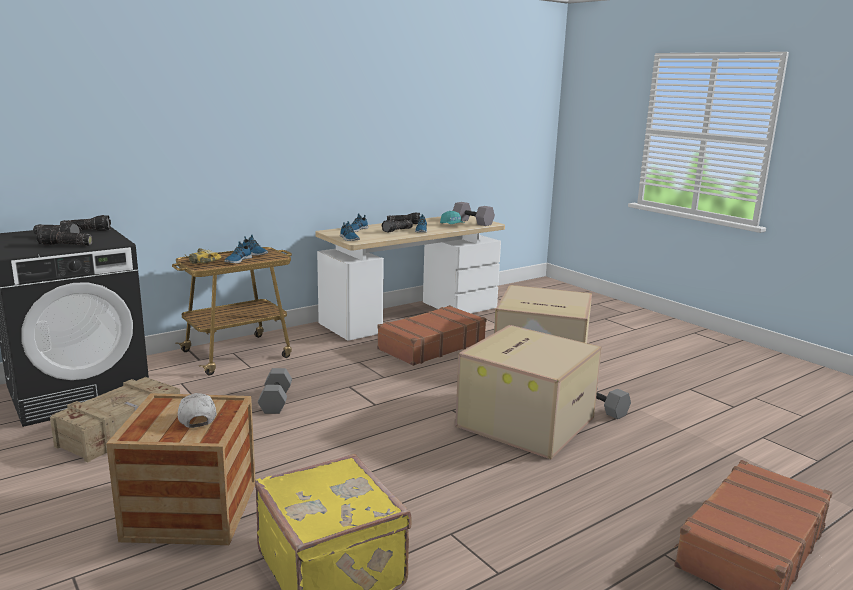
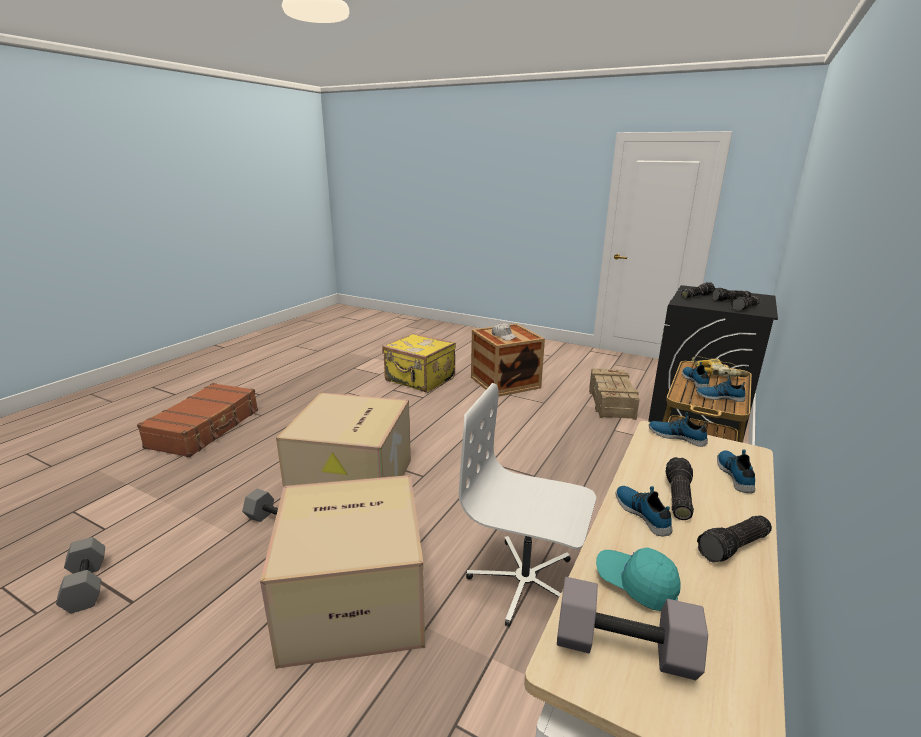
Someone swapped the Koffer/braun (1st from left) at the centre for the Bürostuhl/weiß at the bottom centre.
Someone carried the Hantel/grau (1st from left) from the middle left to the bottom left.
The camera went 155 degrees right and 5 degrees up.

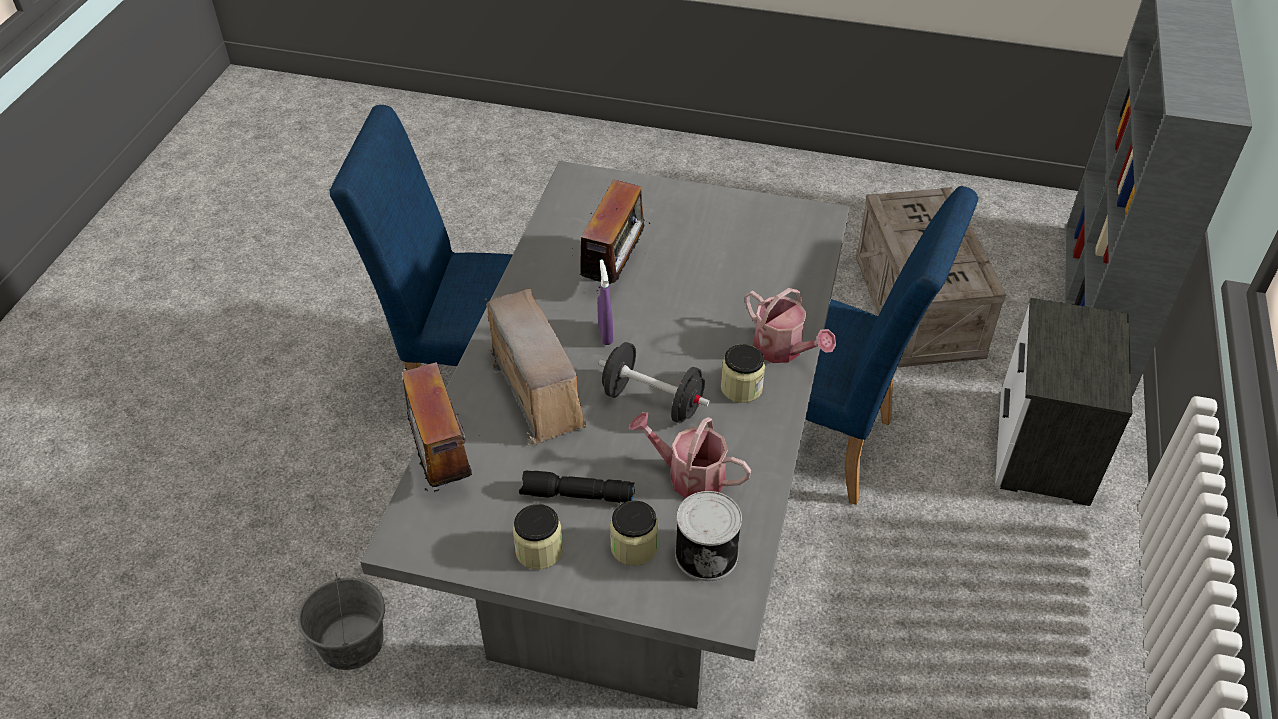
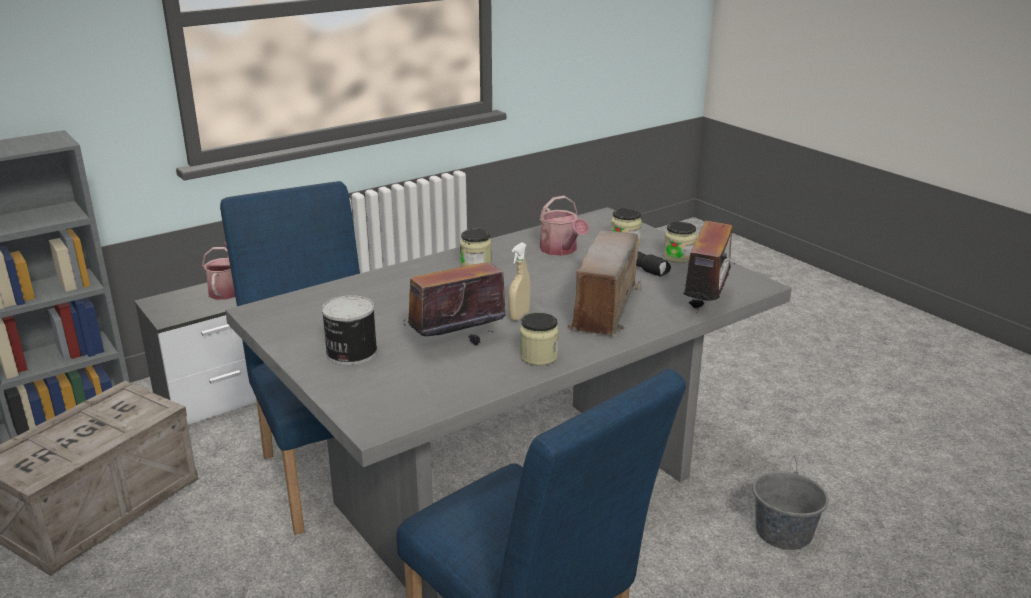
Someone repainted the Sprühflasche/lila at the centre, which became the Sprühflasche/beige at the centre.
Someone carried the Gießkanne (2nd from left in the first image) from the centre to the middle left.
Someone took away the Hantel/schwarz at the centre.
Someone carried the Dose from the bottom centre to the centre.
Someone put down the Vorratsglas (2nd from left) at the centre.
The camera went 140 degrees left and 20 degrees down.

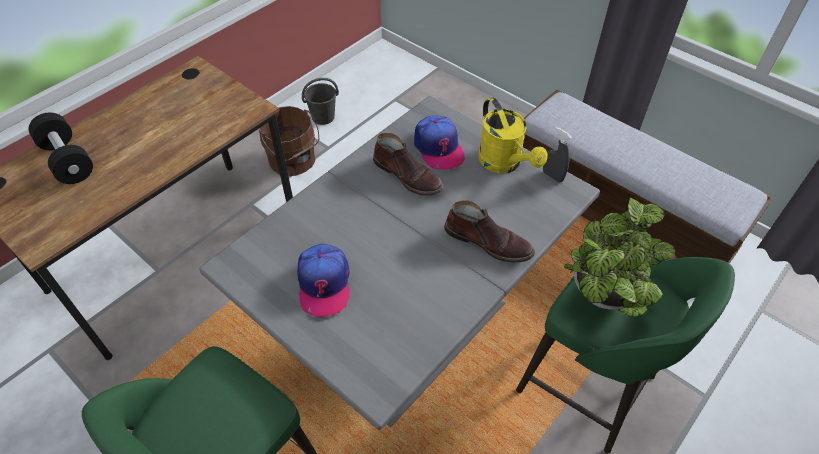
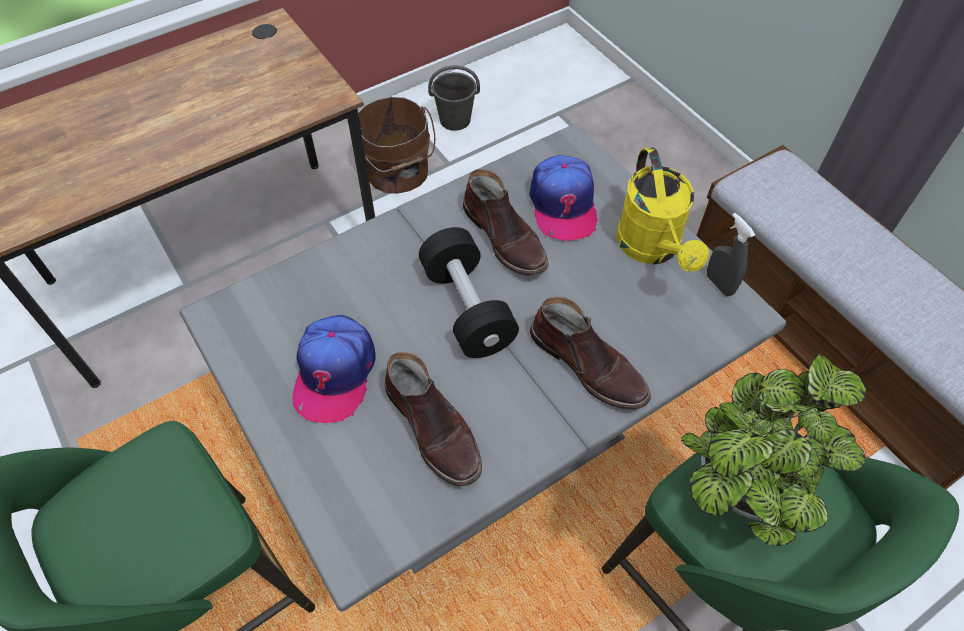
Someone carried the Hantel/schwarz from the top left to the centre.
Someone put down the Stiefel/braun (1st from left) at the centre.
The camera went 15 degrees right and 5 degrees up.

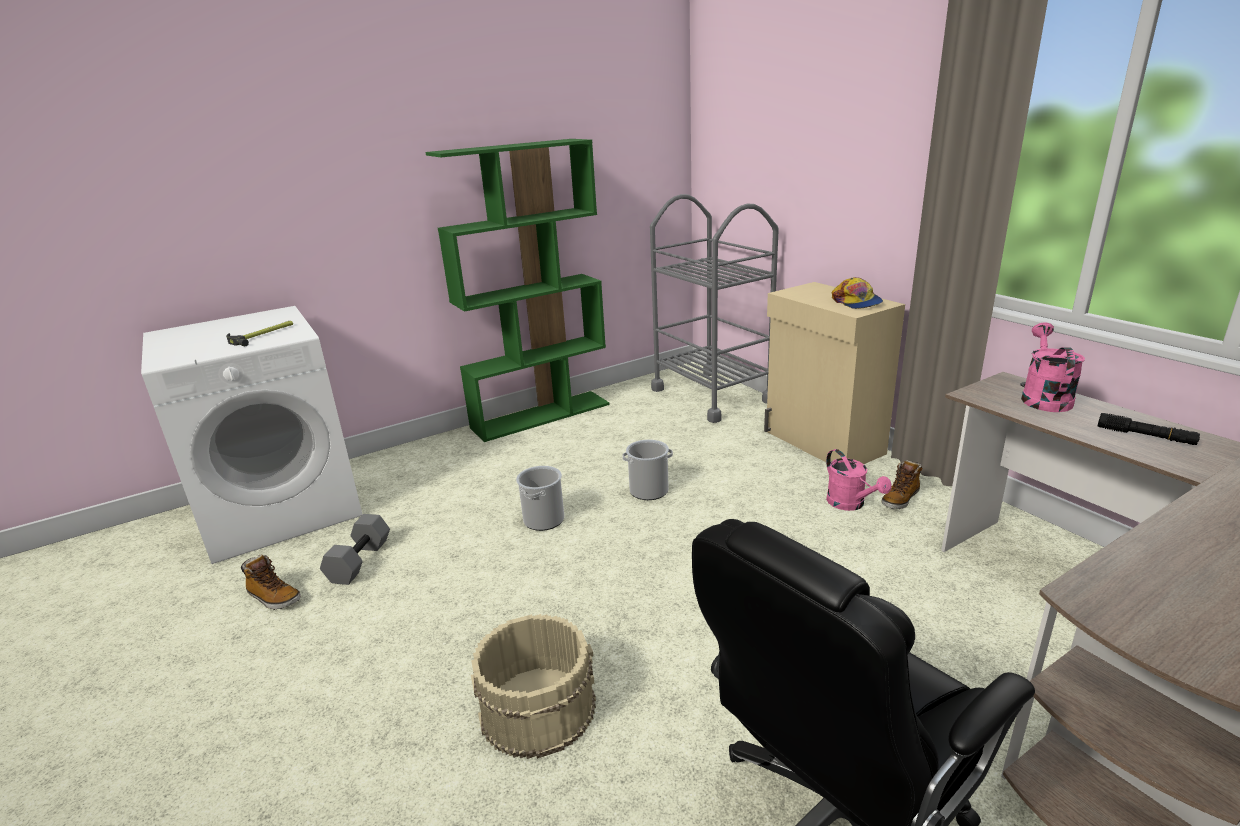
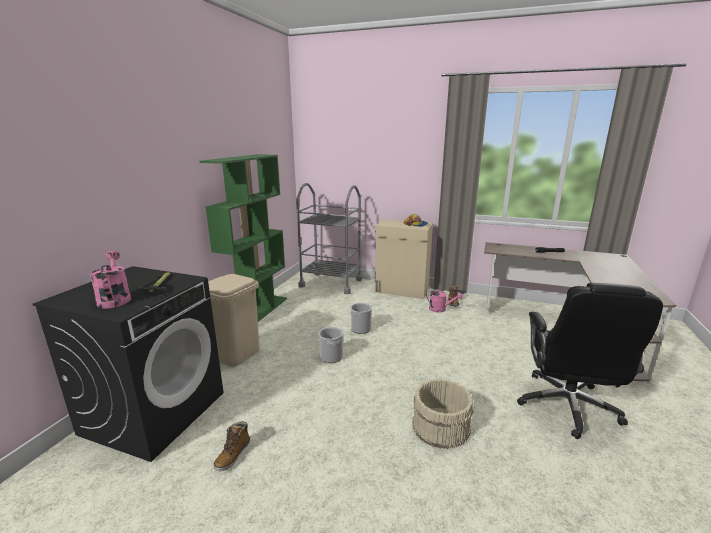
Someone repainted the Waschmaschine/weiß at the middle left, which became the Waschmaschine/schwarz at the bottom left.
Someone carried the Gießkanne/rosa (2nd from left in the first image) from the middle right to the middle left.
Someone took away the Hantel/grau at the middle left.
Someone rotated the Stiefel (1st from left) at the bottom left by 120 degrees clockwise.
Someone put down the Mülleimer/beige at the middle left.
The camera went 40 degrees left and 5 degrees down.

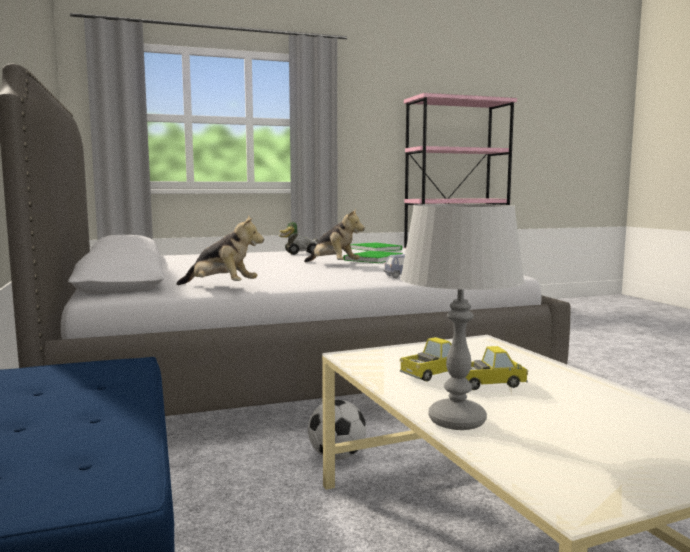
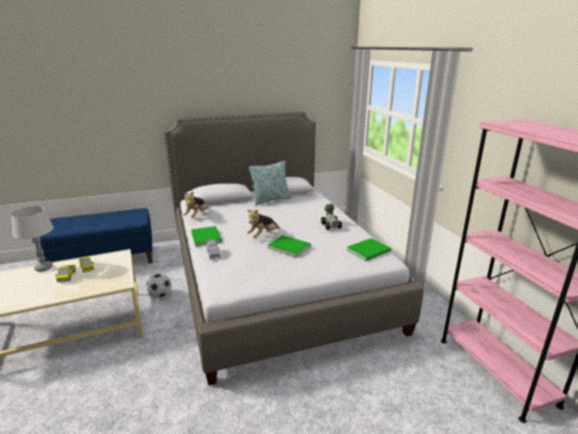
Someone put down the Kissen at the centre.
Someone put down the Buch/grün (1st from left) at the centre.
The camera went 90 degrees right and 15 degrees up.

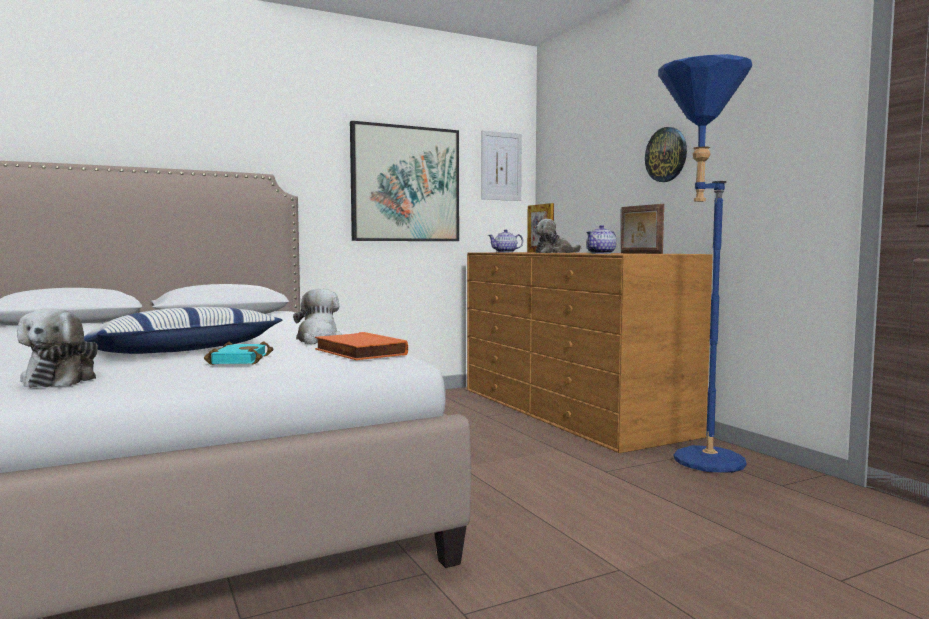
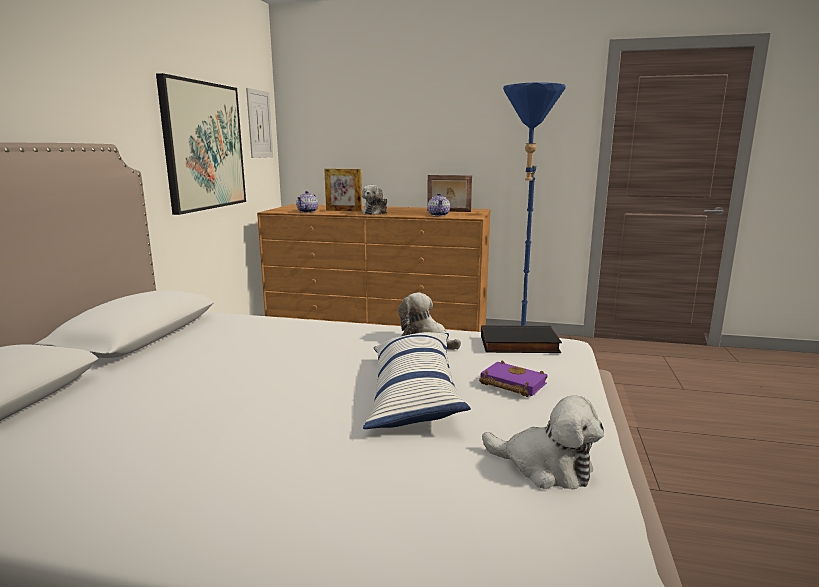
Someone took away the Wanduhr at the top right.
Someone repainted the Buch/orange at the centre, which became the Buch/schwarz at the centre.
Someone repainted the Buch/türkis at the middle left, which became the Buch/lila at the centre.
The camera went 50 degrees left and 10 degrees up.

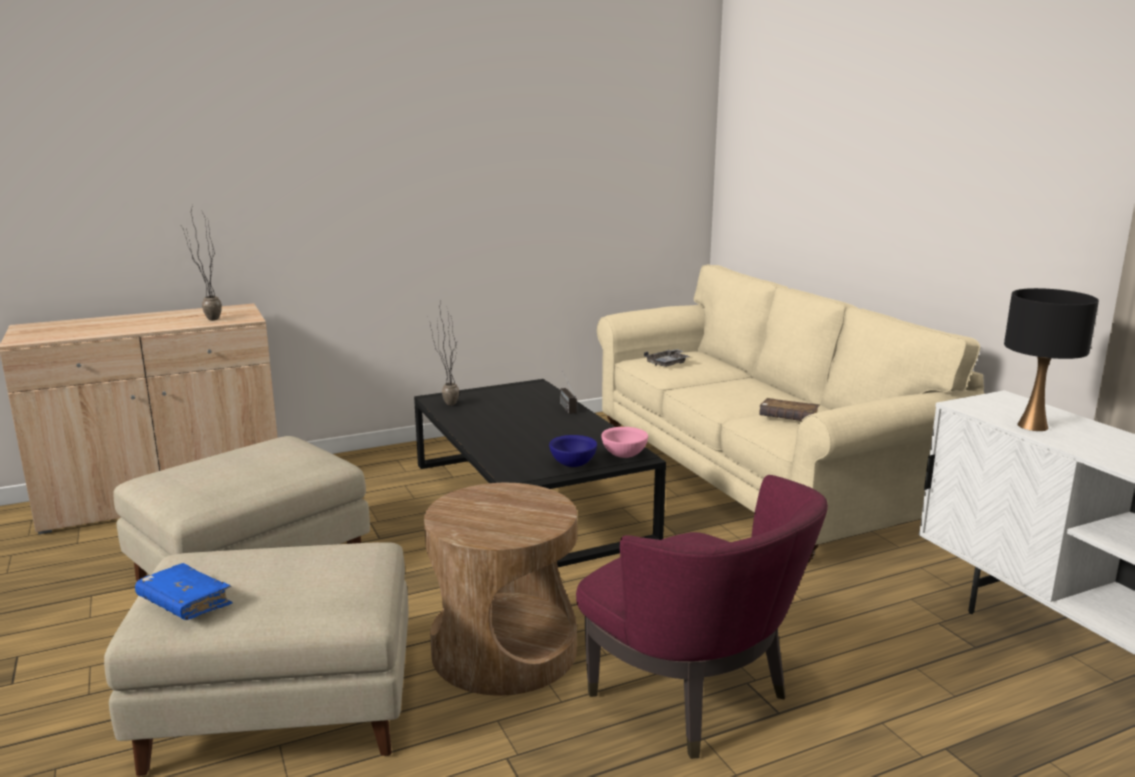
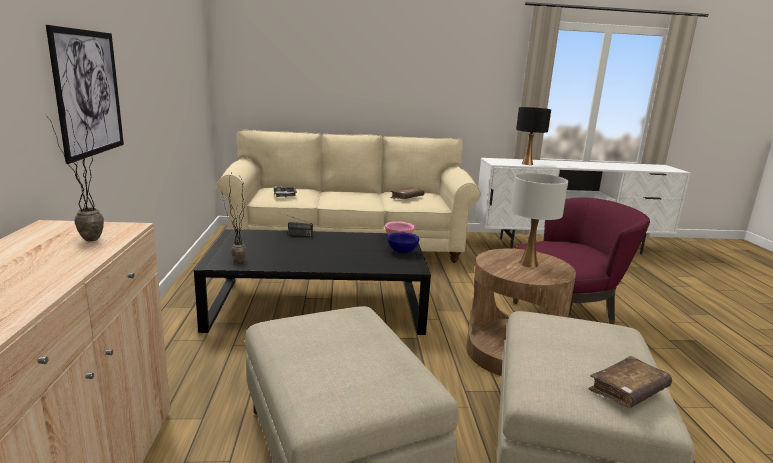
Someone repainted the Buch/blau at the bottom left, which became the Buch/braun (2nd from left) at the bottom right.
Someone put up the Bild at the top left.
Someone put down the Tischlampe/weiß at the middle right.
The camera went 70 degrees left and 0 degrees up.

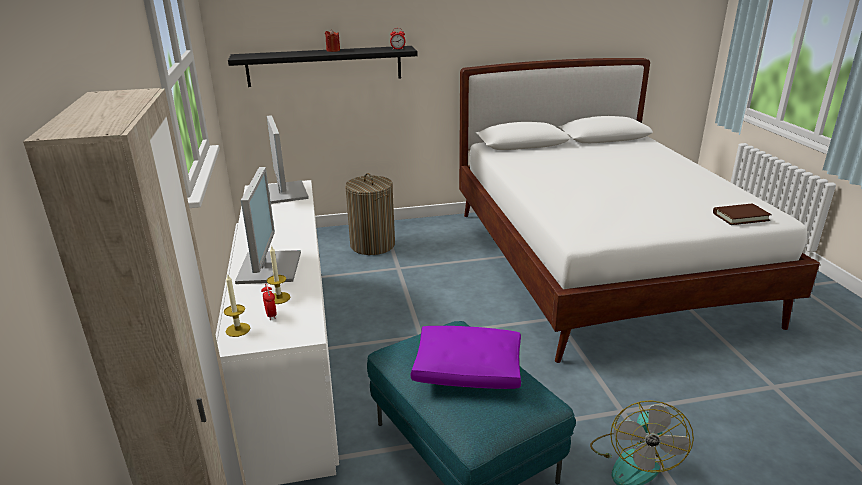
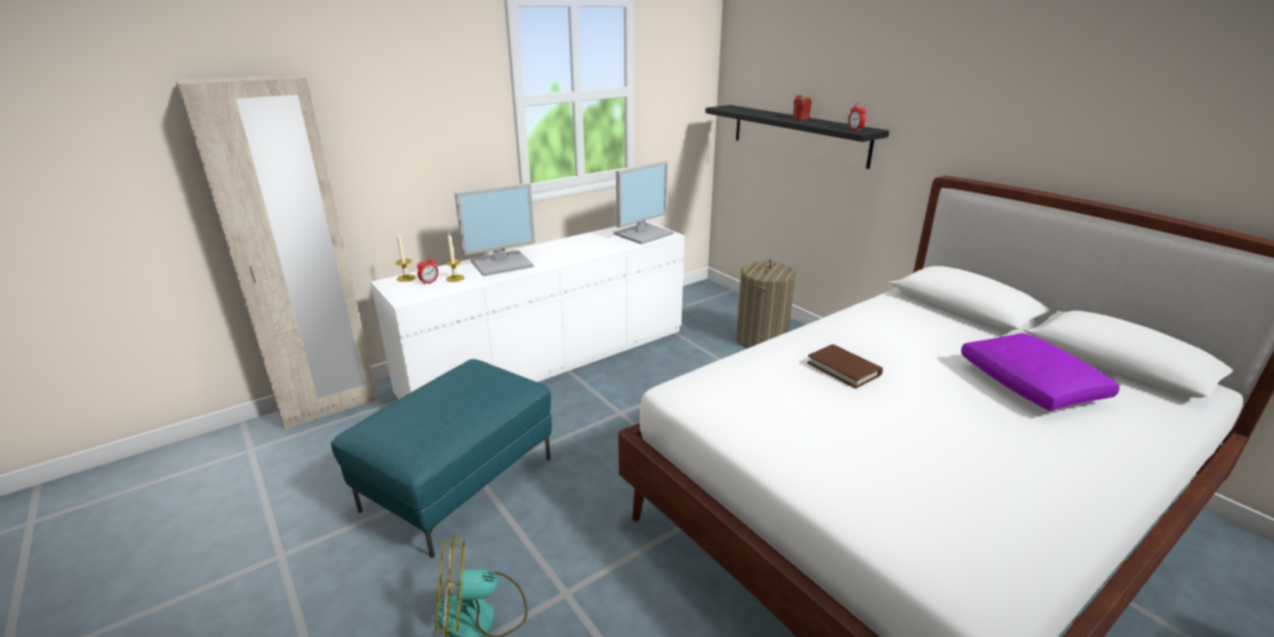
Someone carried the Buch/braun from the middle right to the centre.
Someone carried the Kissen/lila from the bottom centre to the middle right.
The camera went 65 degrees right and 0 degrees up.

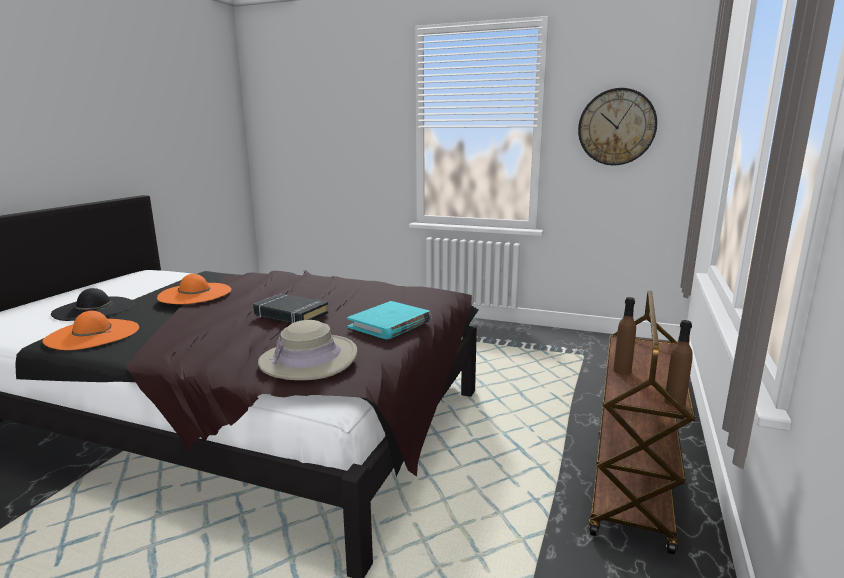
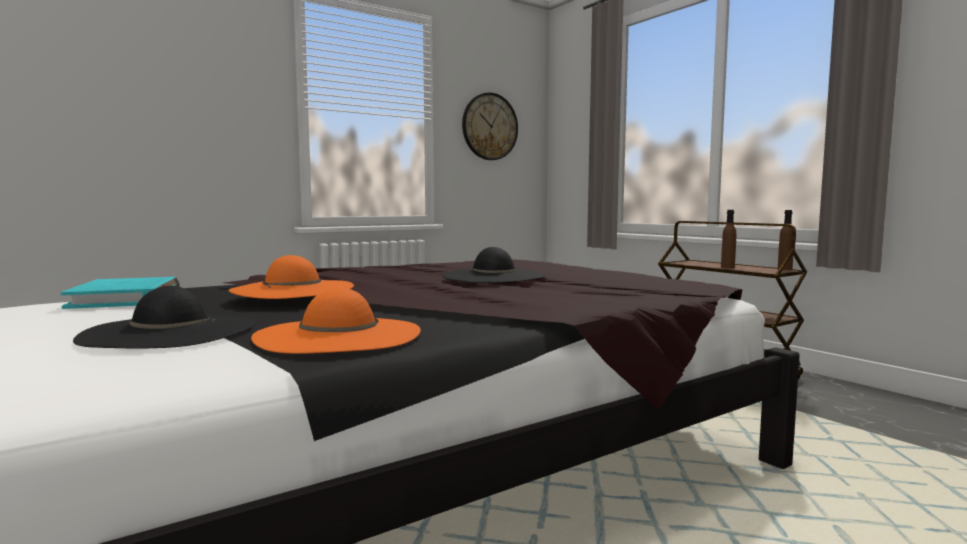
Someone swapped the Buch/schwarz at the centre for the Hut/schwarz (2nd from left) at the centre.
Someone carried the Buch/türkis from the centre to the middle left.
Someone took away the Hut/beige at the centre.
The camera went 55 degrees left and 10 degrees down.

